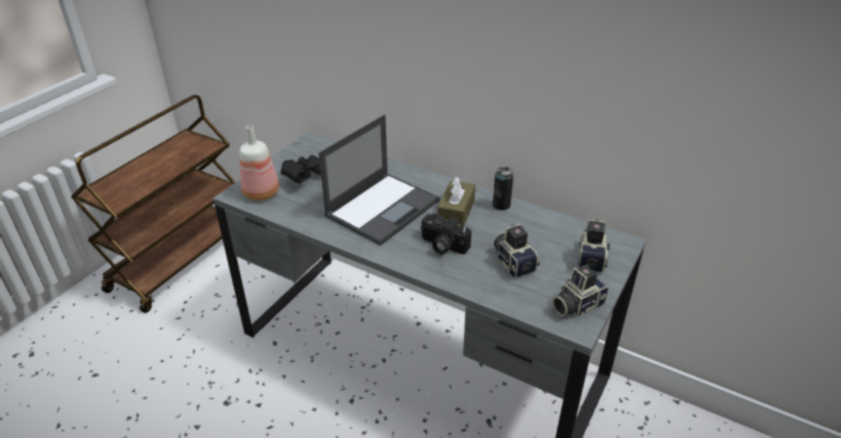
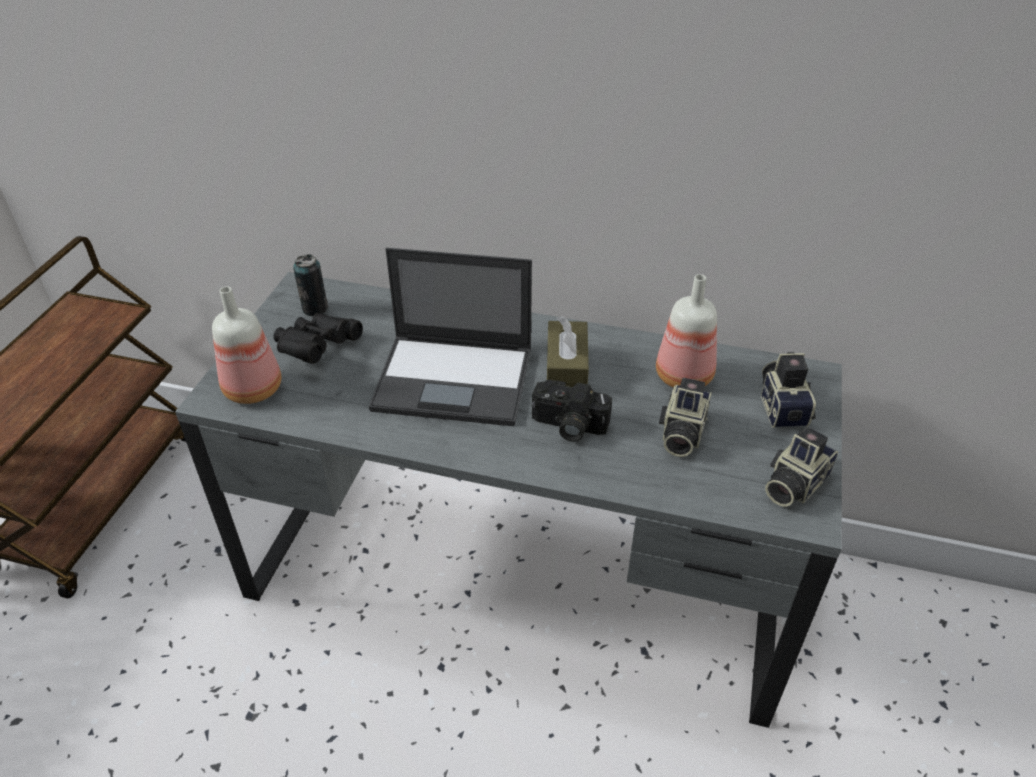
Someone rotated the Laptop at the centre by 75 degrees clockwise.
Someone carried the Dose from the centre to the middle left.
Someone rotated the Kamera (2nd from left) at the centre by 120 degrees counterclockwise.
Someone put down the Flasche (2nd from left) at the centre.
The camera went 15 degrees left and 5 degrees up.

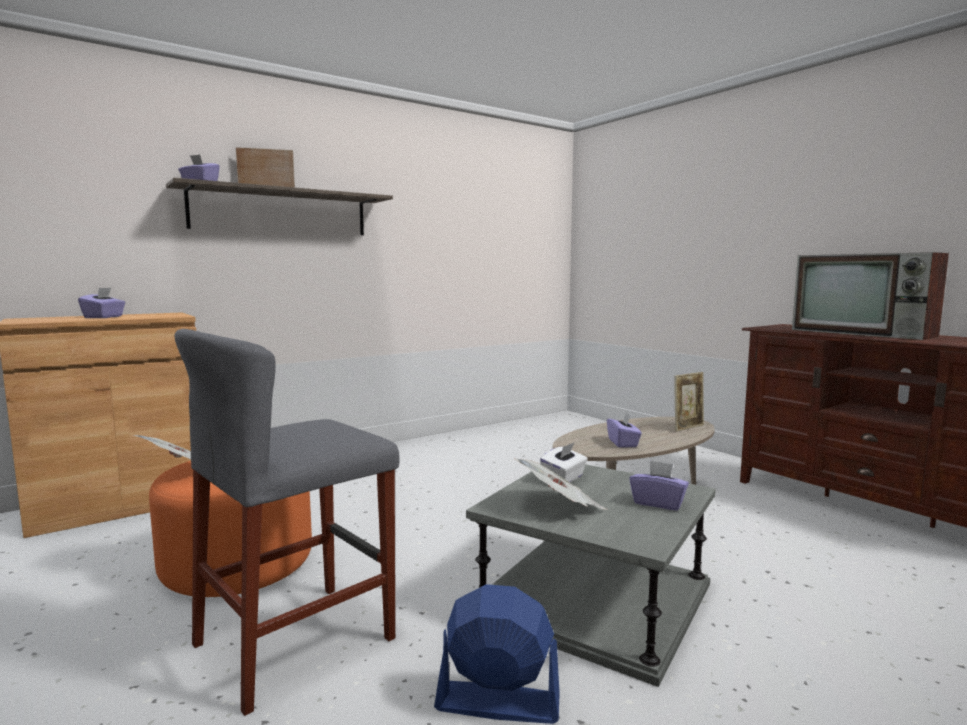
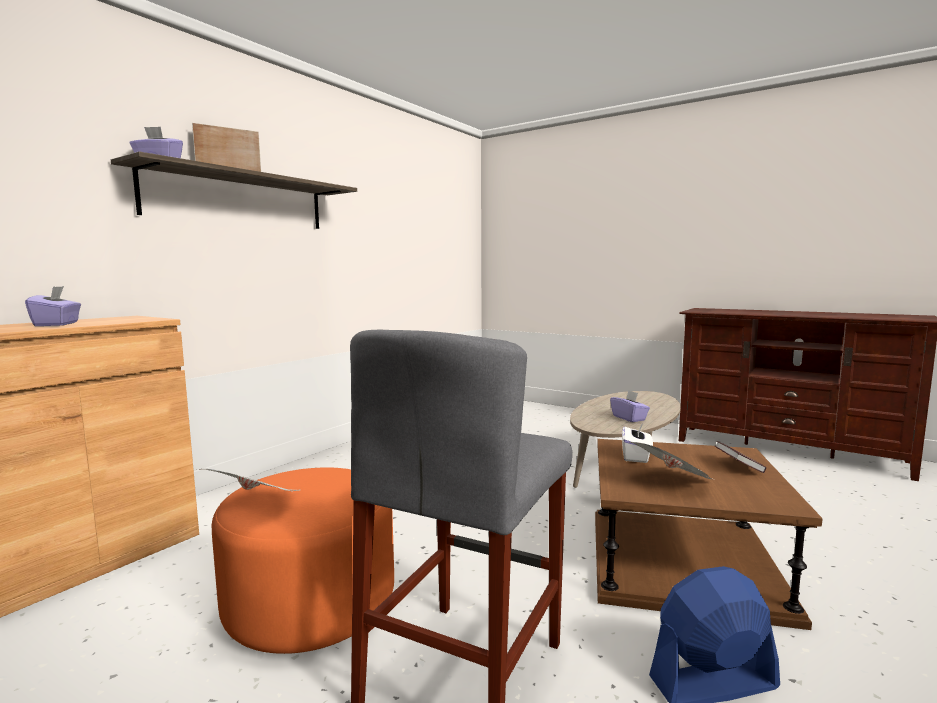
Someone took away the Fernseher at the middle right.
Someone took away the Bilderrahmen (2nd from left) at the middle right.
Someone swapped the Taschentuchbox/lila (4th from left) at the bottom right for the Buch at the middle right.
Someone repainted the Beistelltisch/grau at the bottom centre, which became the Beistelltisch/braun at the bottom right.
The camera went 20 degrees left and 0 degrees up.

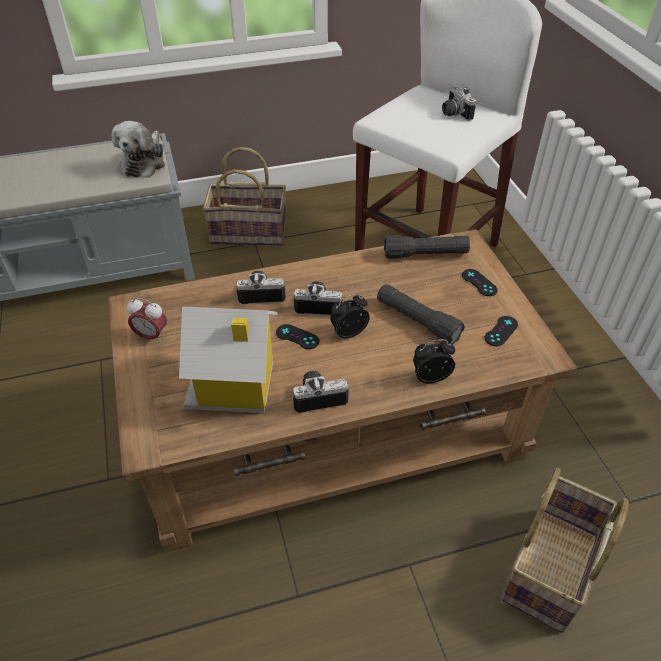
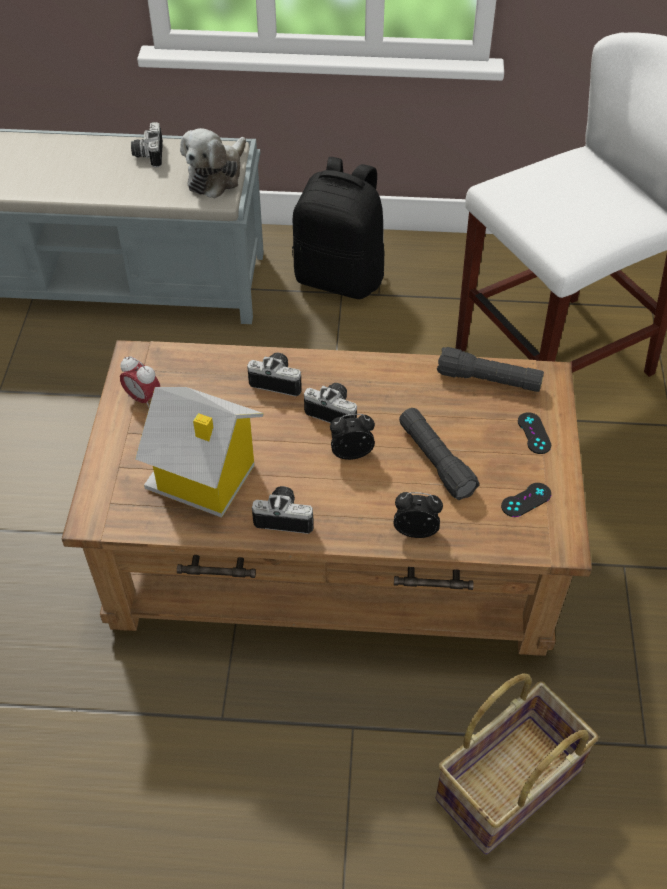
Someone carried the Kamera (4th from left in the first image) from the top right to the top left.
Someone swapped the Korb (1st from left) at the top centre for the Rucksack/schwarz at the top centre.
Someone took away the Gamepad/schwarz (1st from left) at the centre.
The camera went 20 degrees right and 5 degrees up.

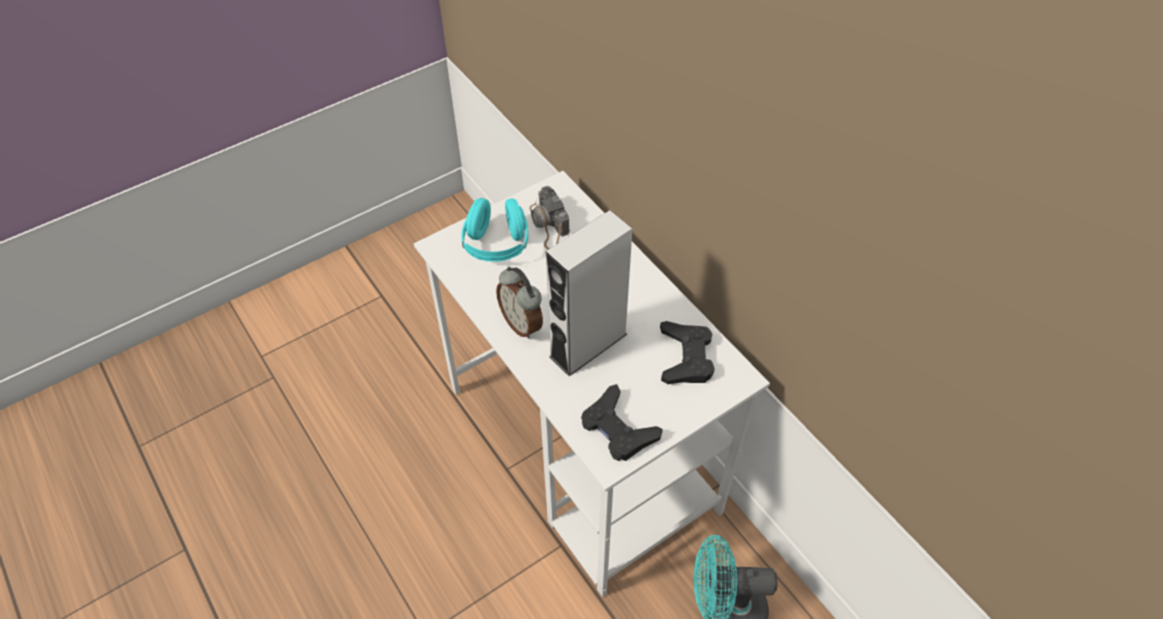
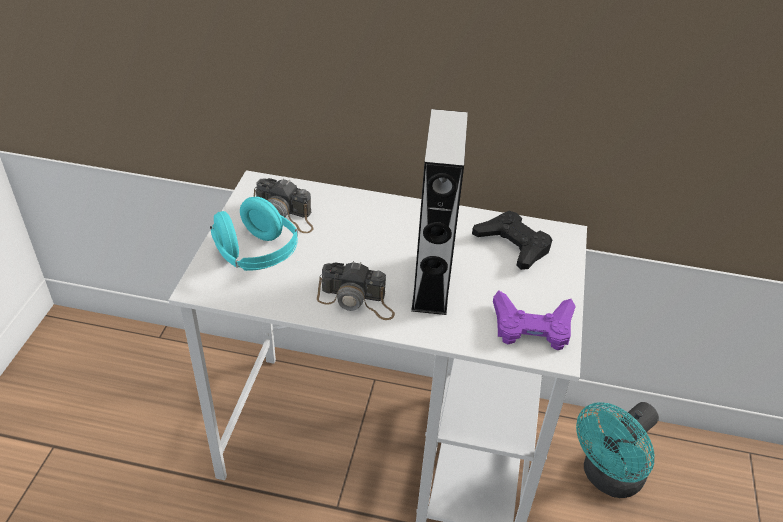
Someone swapped the Wecker at the centre for the Kamera (2nd from left) at the centre.
Someone repainted the Gamepad/schwarz (1st from left) at the bottom centre, which became the Gamepad/lila at the middle right.
The camera went 45 degrees left and 10 degrees down.

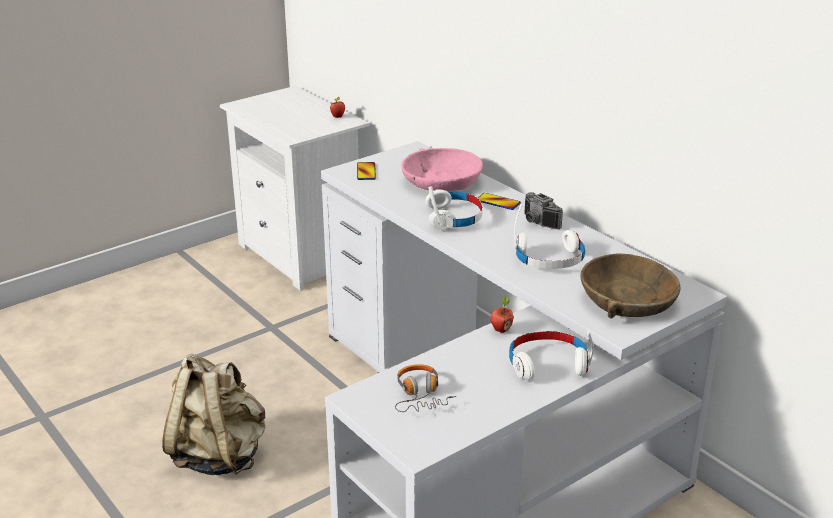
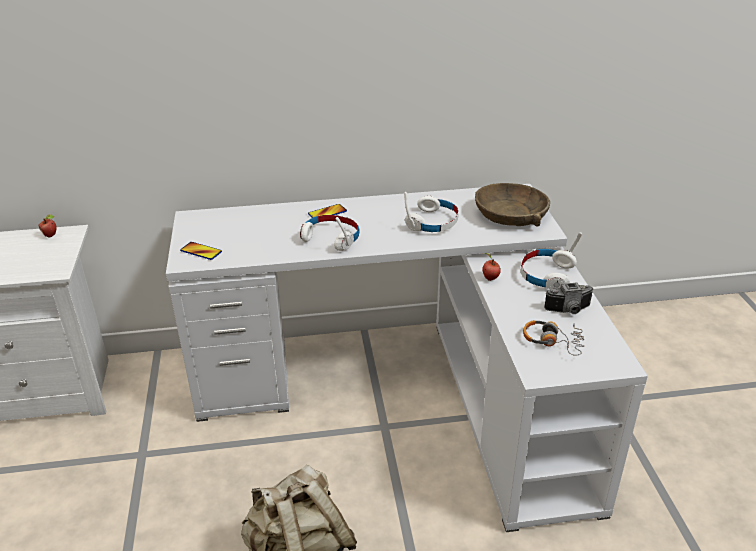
Someone took away the Schüssel/rosa at the top centre.
Someone carried the Kamera from the centre to the middle right.
The camera went 60 degrees left and 5 degrees up.

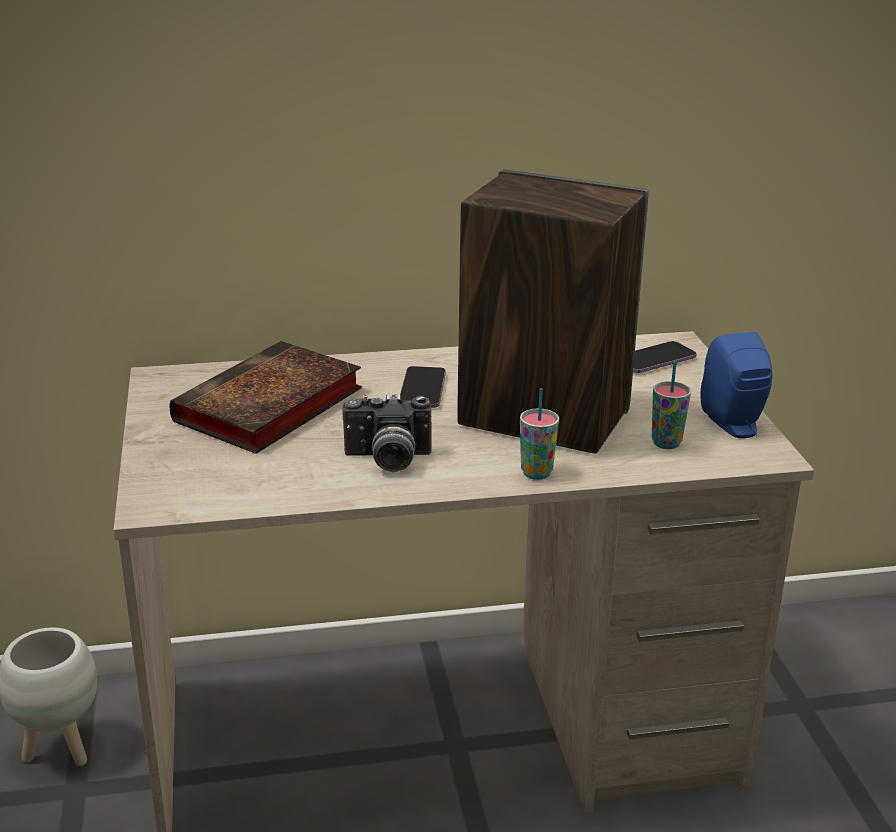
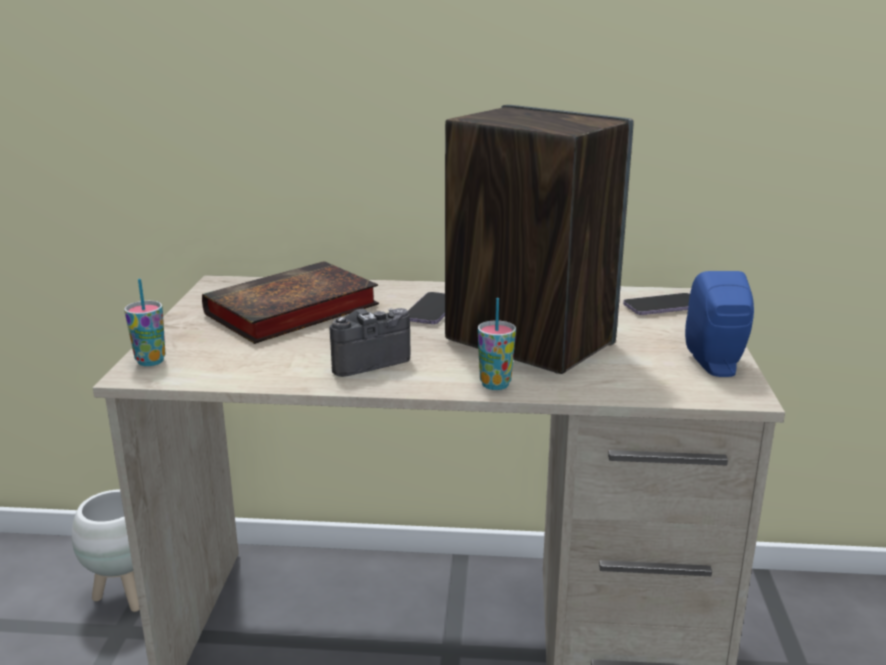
Someone carried the Tasse (2nd from left in the first image) from the middle right to the middle left.
Someone rotated the Kamera at the centre by 135 degrees clockwise.
The camera went 15 degrees right and 5 degrees down.

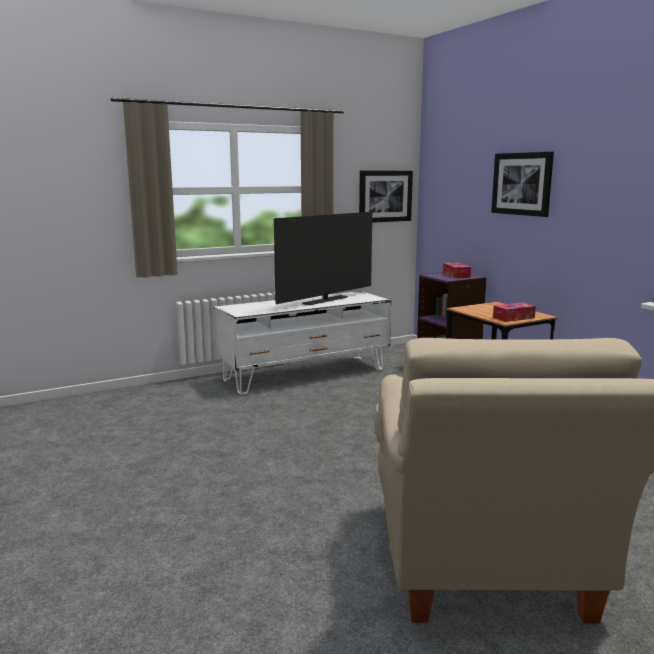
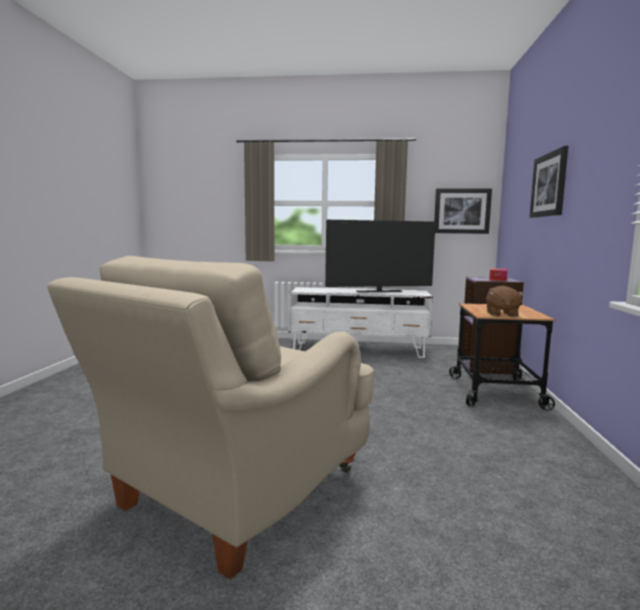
Someone swapped the Taschentuchbox (2nd from left) at the middle right for the Plüschtier/braun at the middle right.
The camera went 35 degrees right and 5 degrees down.

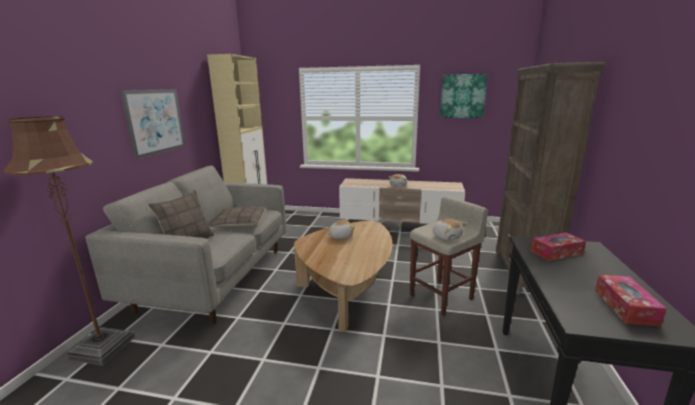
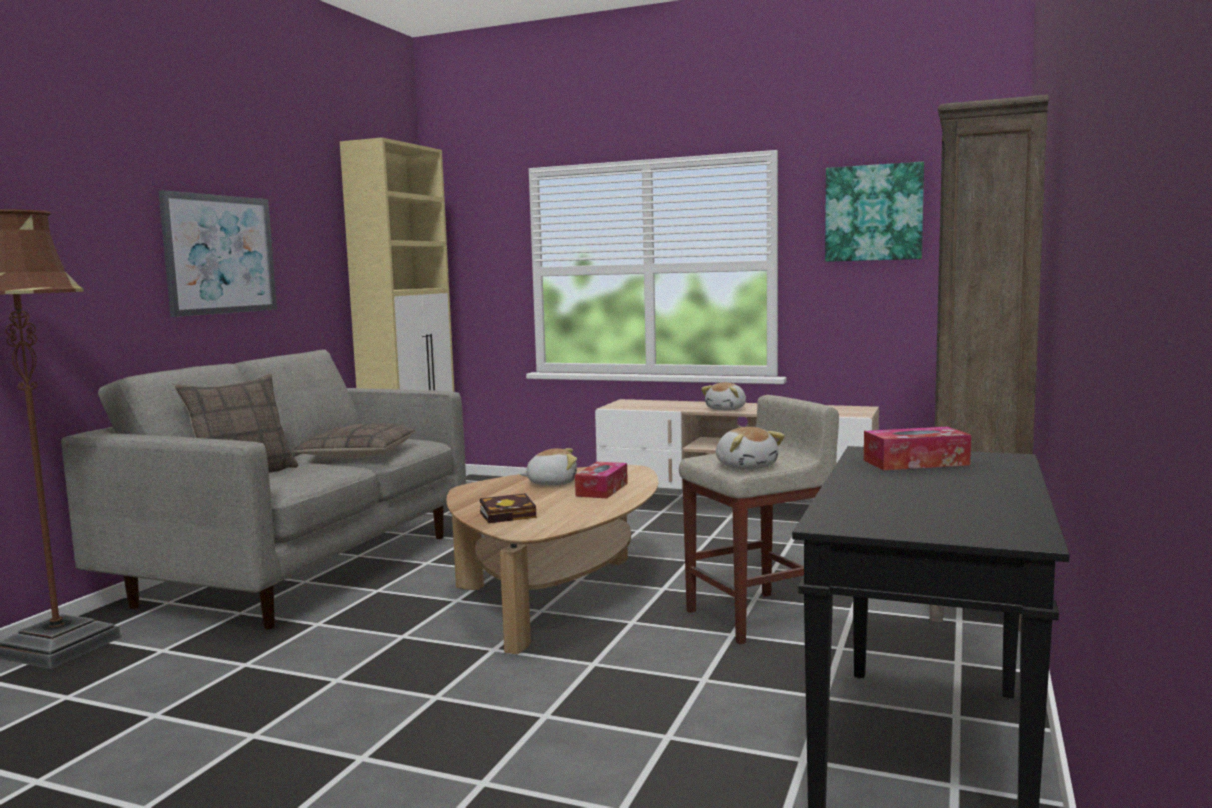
Someone carried the Taschentuchbox (2nd from left in the first image) from the bottom right to the centre.
Someone put down the Buch at the centre.
The camera went 10 degrees right and 10 degrees down.

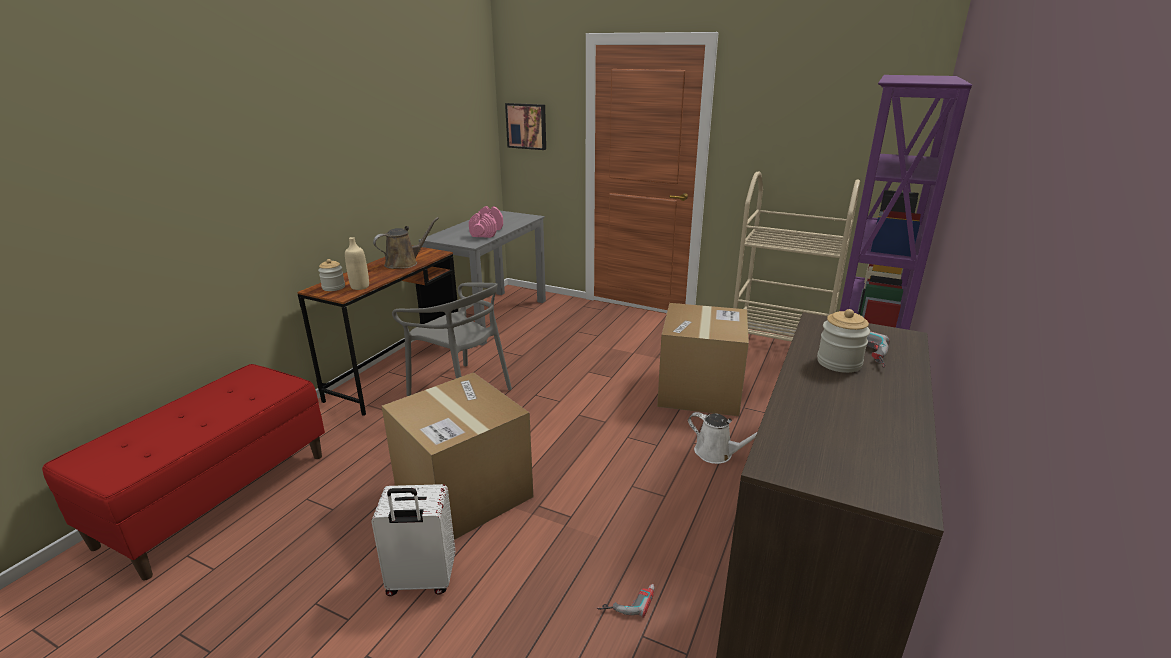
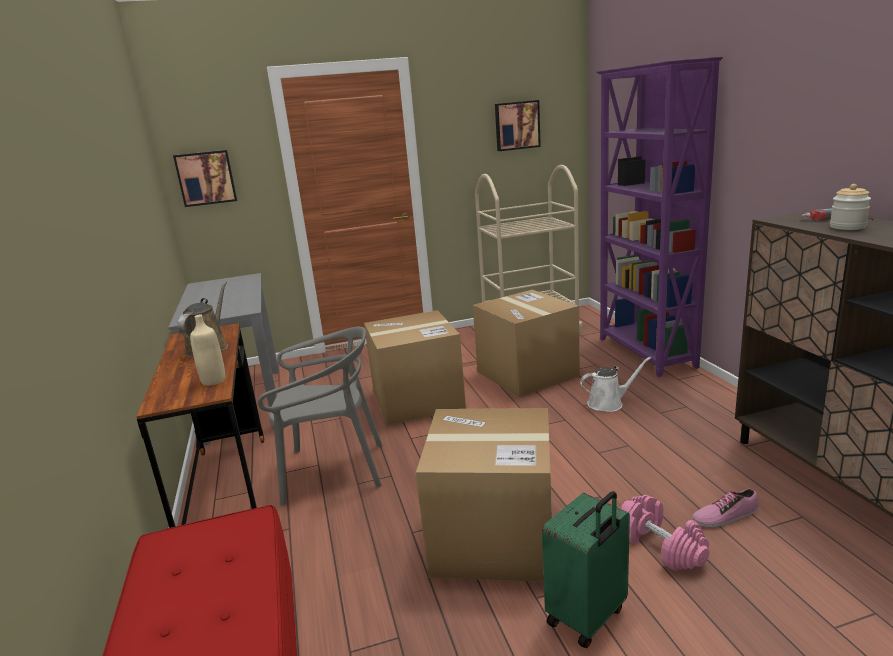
Someone carried the Hantel/rosa from the centre to the bottom right.
Someone took away the Vorratsglas (1st from left) at the middle left.
Someone repainted the Koffer/weiß at the bottom centre, which became the Koffer/grün at the bottom centre.
Someone swapped the Bohrmaschine (1st from left) at the bottom centre for the Schuh at the bottom right.
Someone put up the Bild (2nd from left) at the top centre.
Someone put down the Karton (1st from left) at the centre.
The camera went 40 degrees left and 5 degrees down.

